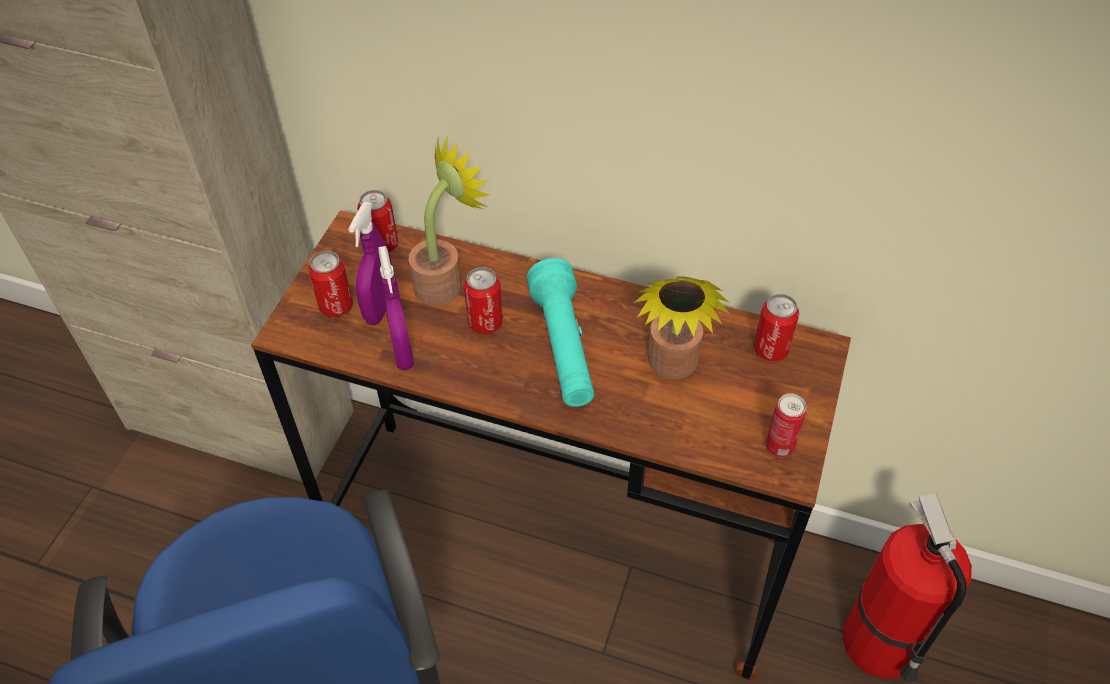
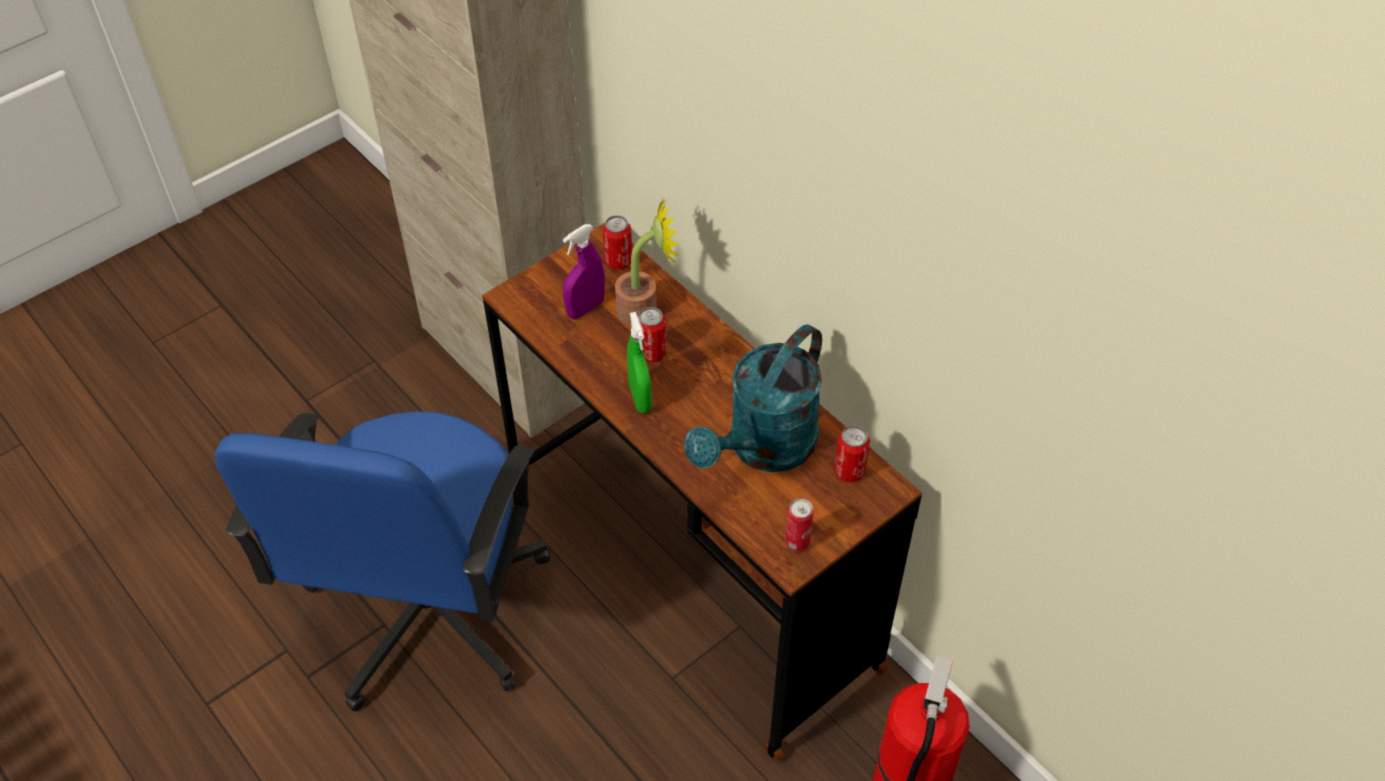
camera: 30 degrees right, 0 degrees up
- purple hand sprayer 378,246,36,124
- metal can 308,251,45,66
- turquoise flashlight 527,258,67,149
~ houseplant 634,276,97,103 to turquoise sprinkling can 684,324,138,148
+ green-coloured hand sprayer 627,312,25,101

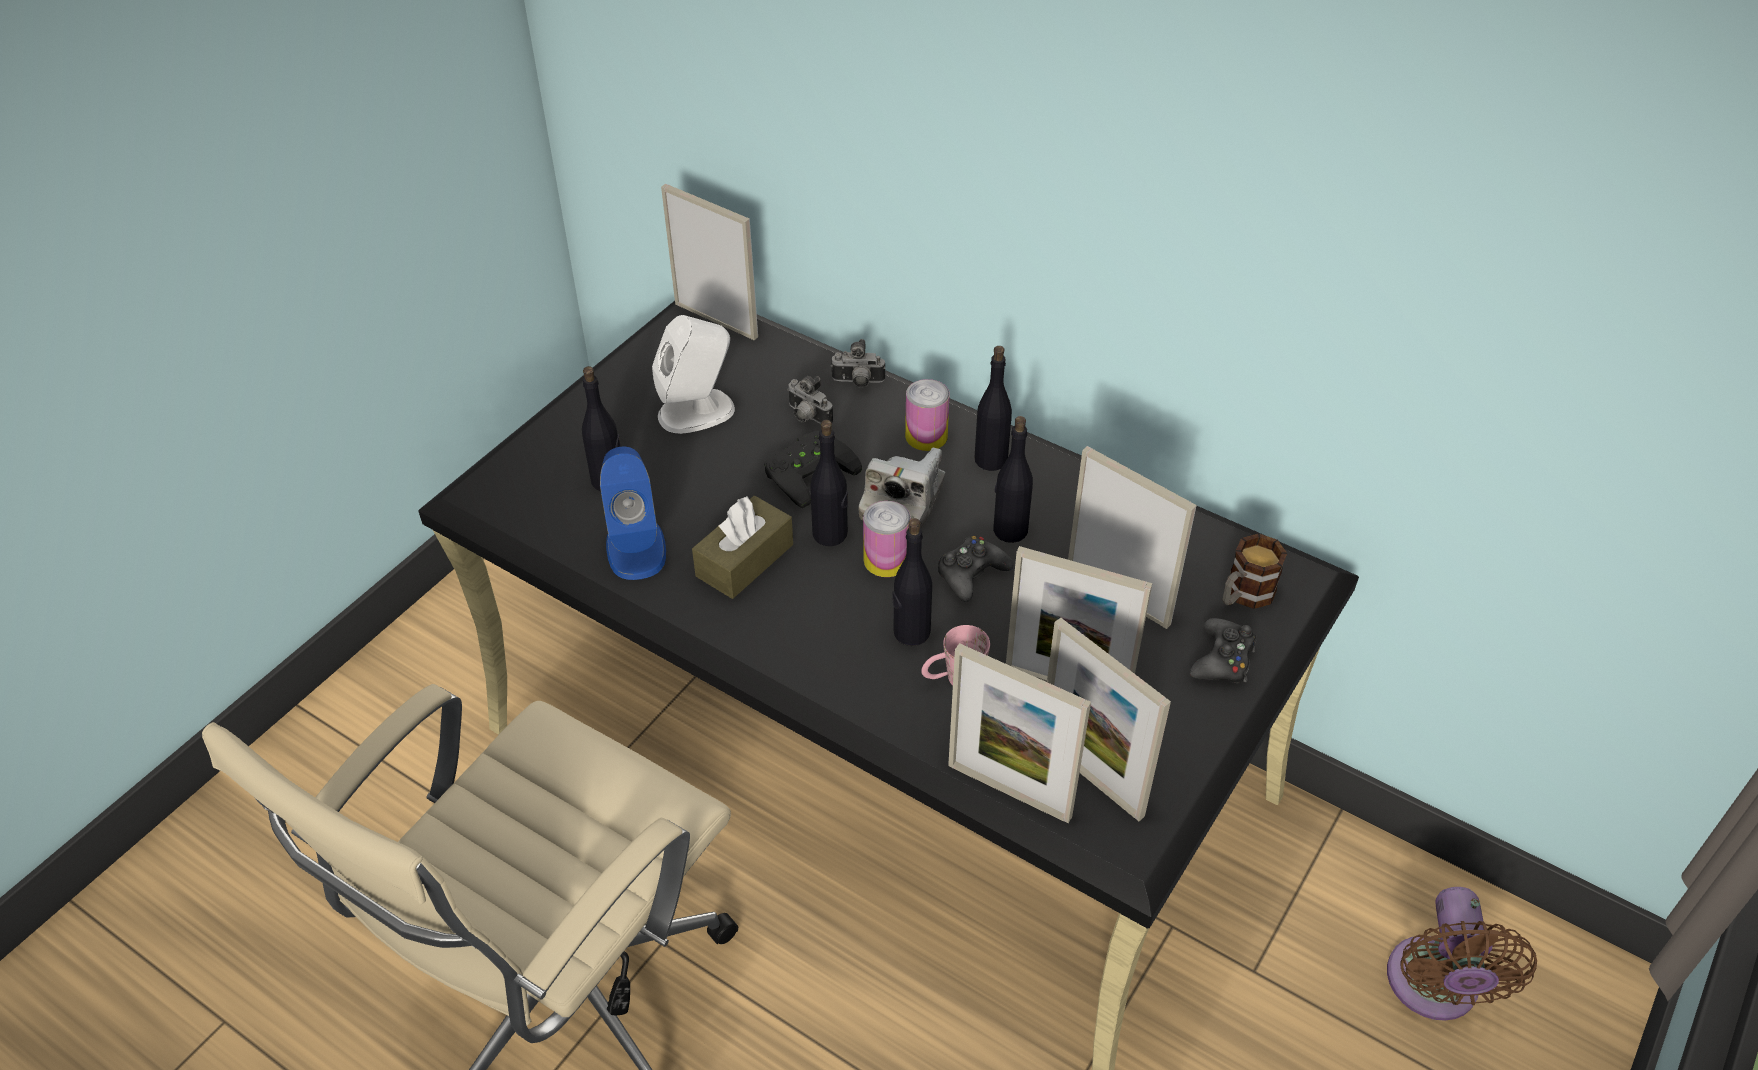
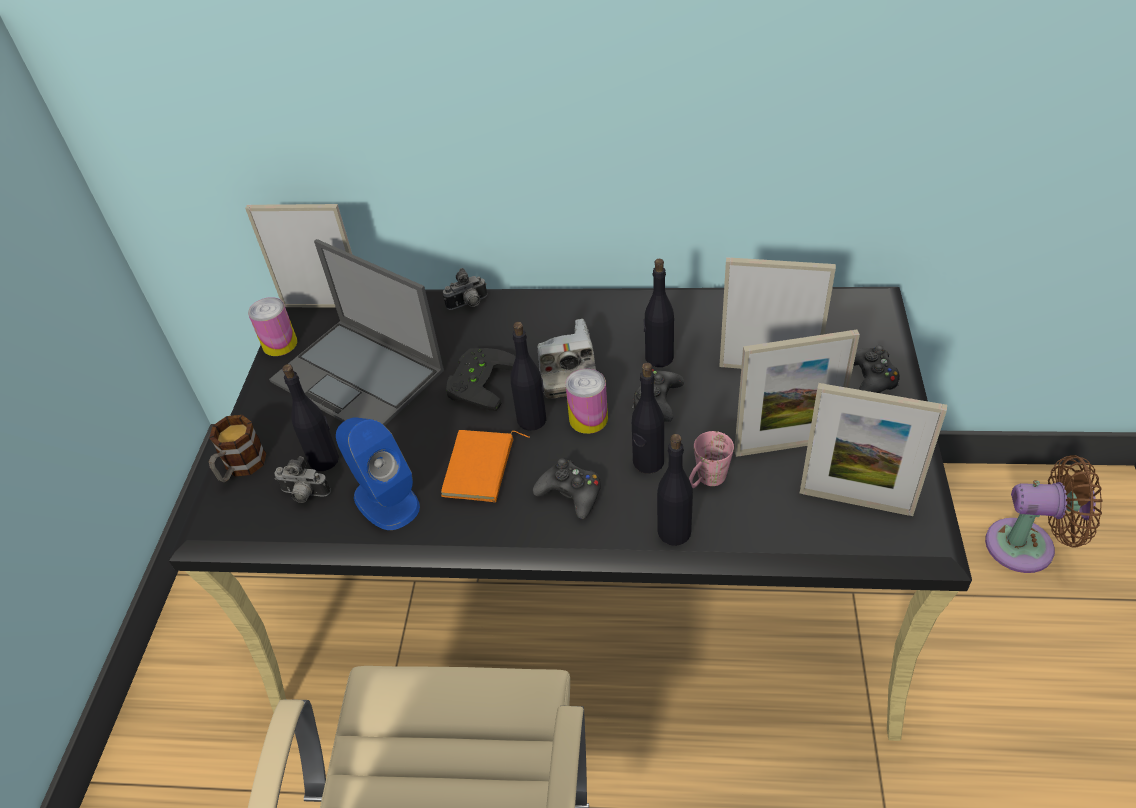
camera: 25 degrees left, 0 degrees up
~ whitish speaker 652,315,83,119 to notebook computer 269,239,175,187
~ black bottle 975,346,37,125 to 657,434,36,112
~ still camera 787,376,46,48 to 274,456,57,47
~ metal can 905,379,45,72 to 248,297,49,59
~ brown-coloured tissue holder 692,496,101,103 to orangey book 441,430,89,72
~ mug 1223,534,64,75 to 209,415,57,67
- standing frame 948,643,143,180
~ brown-coloured cooling fan 1387,887,150,134 = 985,455,118,118 60 degrees counterclockwise
+ black game controller 533,458,68,61

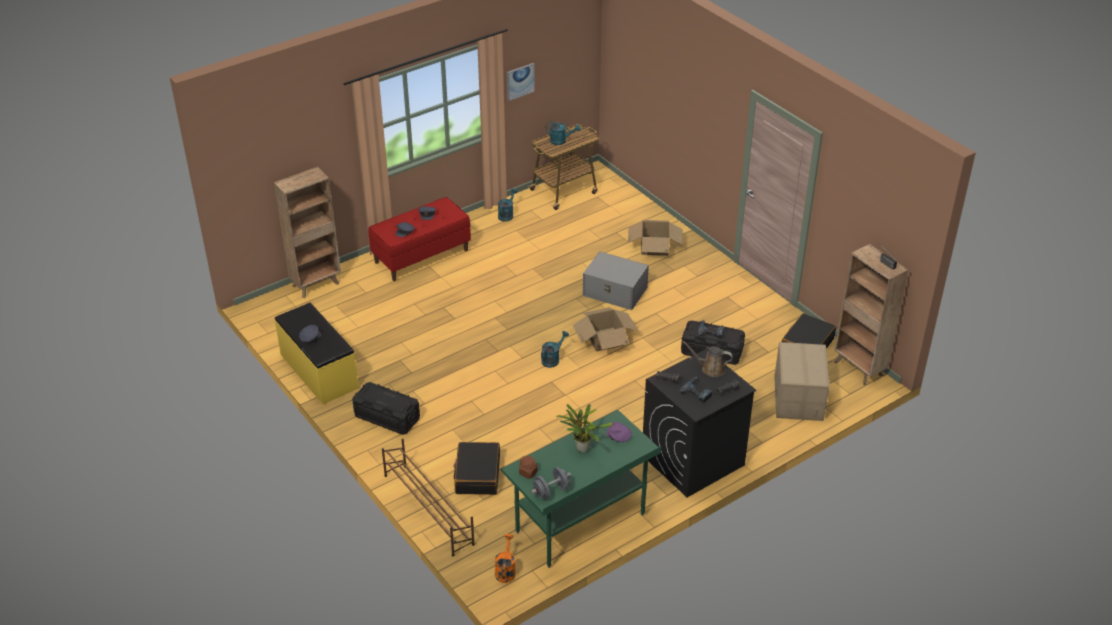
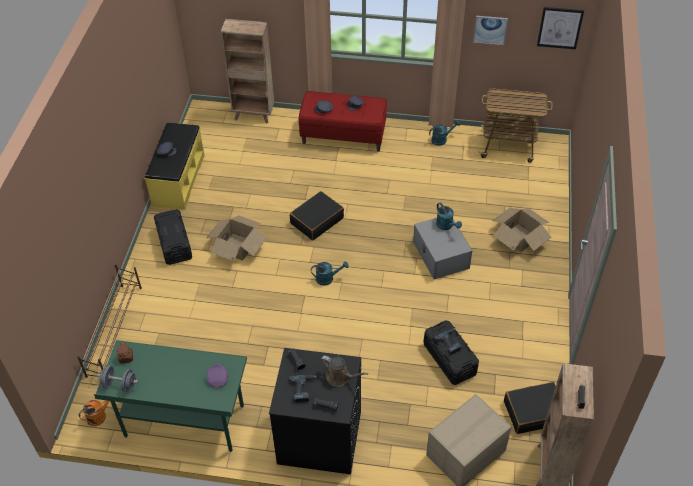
camera: 45 degrees right, 10 degrees up
~ turquoise sprinkling can 546,121,34,24 to 436,203,26,27
~ cardboard box 573,308,65,44 to 206,215,61,46
~ brown-coloured sprinkling can 683,341,50,36 = 321,356,47,31 150 degrees clockwise
- houseplant 556,404,57,49
~ black travel case 453,442,47,53 to 290,191,54,49
+ wall art 537,7,47,42

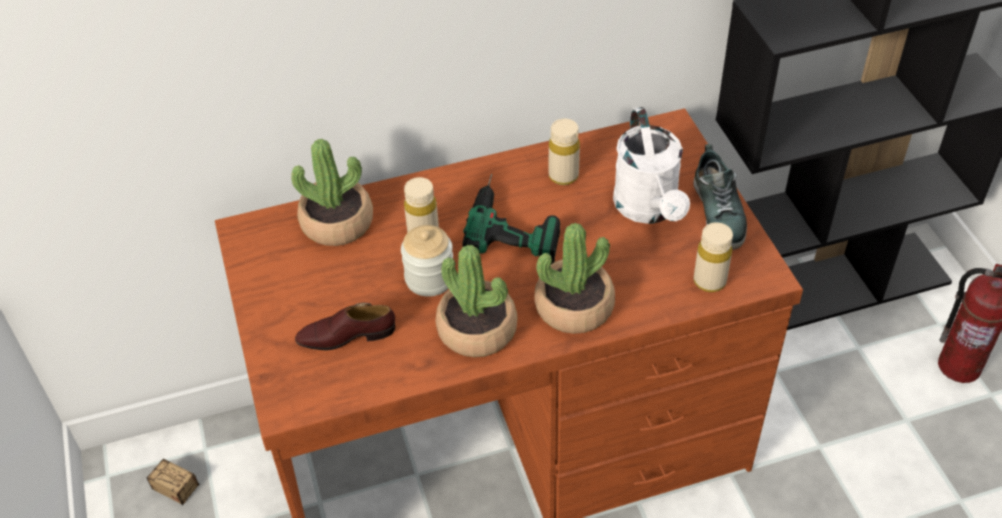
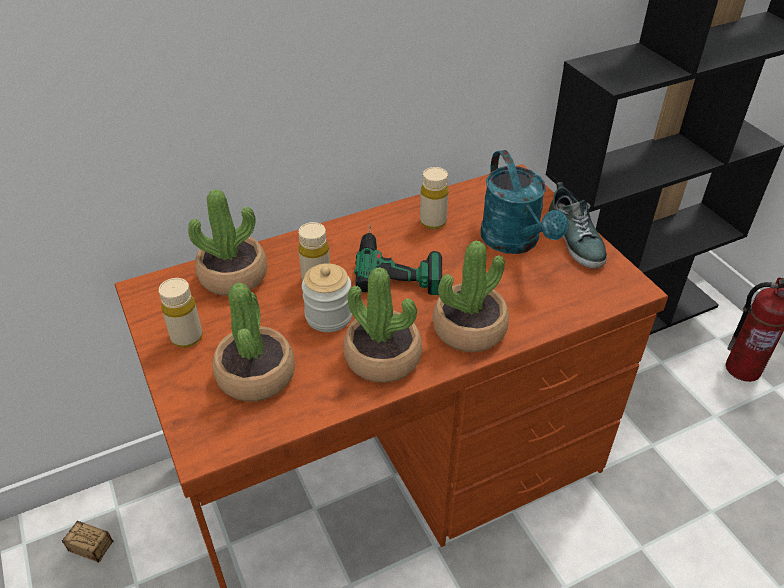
camera: 10 degrees left, 5 degrees down
~ whitish sprinkling can 613,107,77,117 to turquoise sprinkling can 481,150,87,104
~ beige bottle 694,222,39,70 to 159,278,44,70
~ brown-coloured item of footwear 295,303,100,47 to houseplant 213,283,82,119

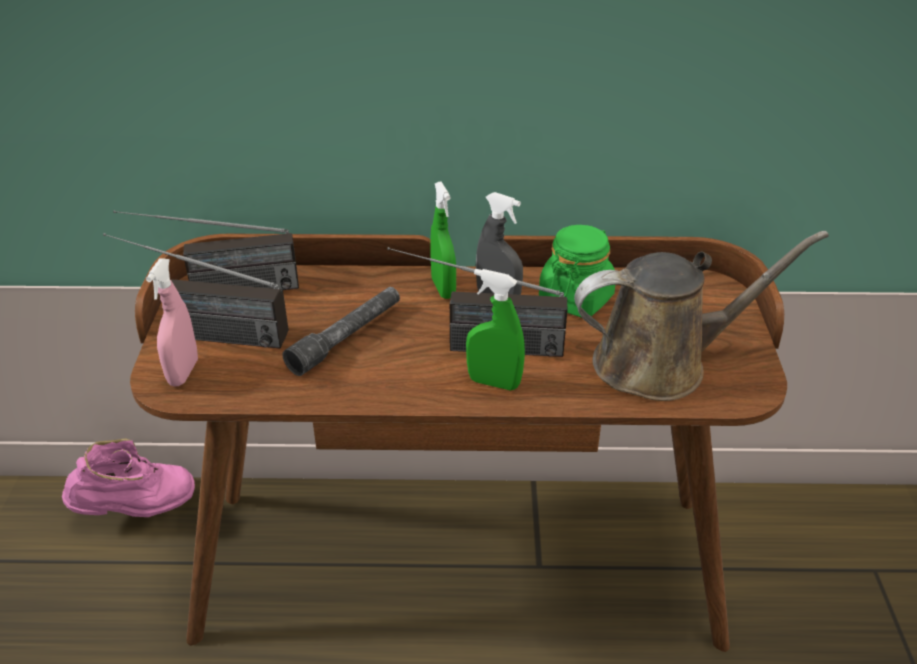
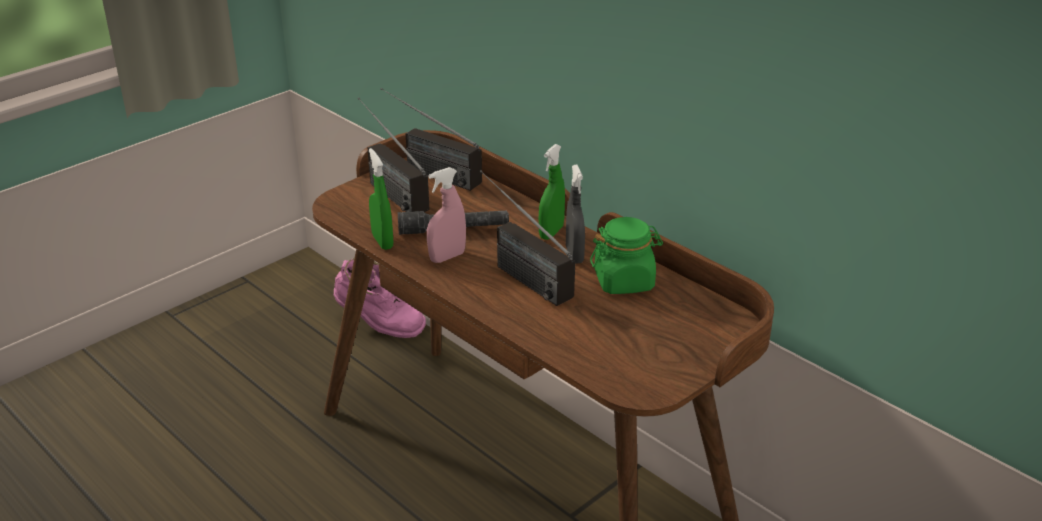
camera: 45 degrees right, 5 degrees down
- brown-coloured sprinkling can 574,231,255,170
~ pink-coloured hand sprayer 146,258,52,128 to 427,167,39,96
~ green-coloured hand sprayer 466,269,59,121 to 369,148,24,102

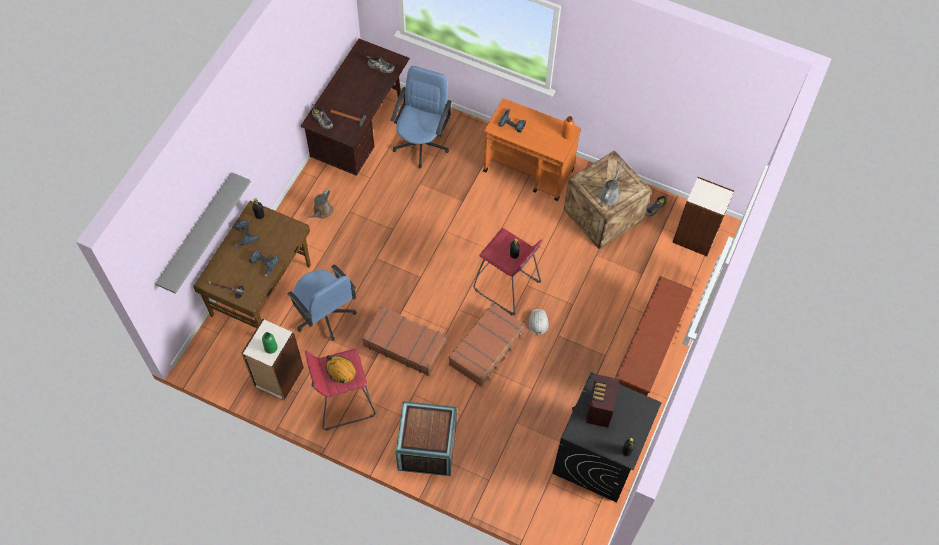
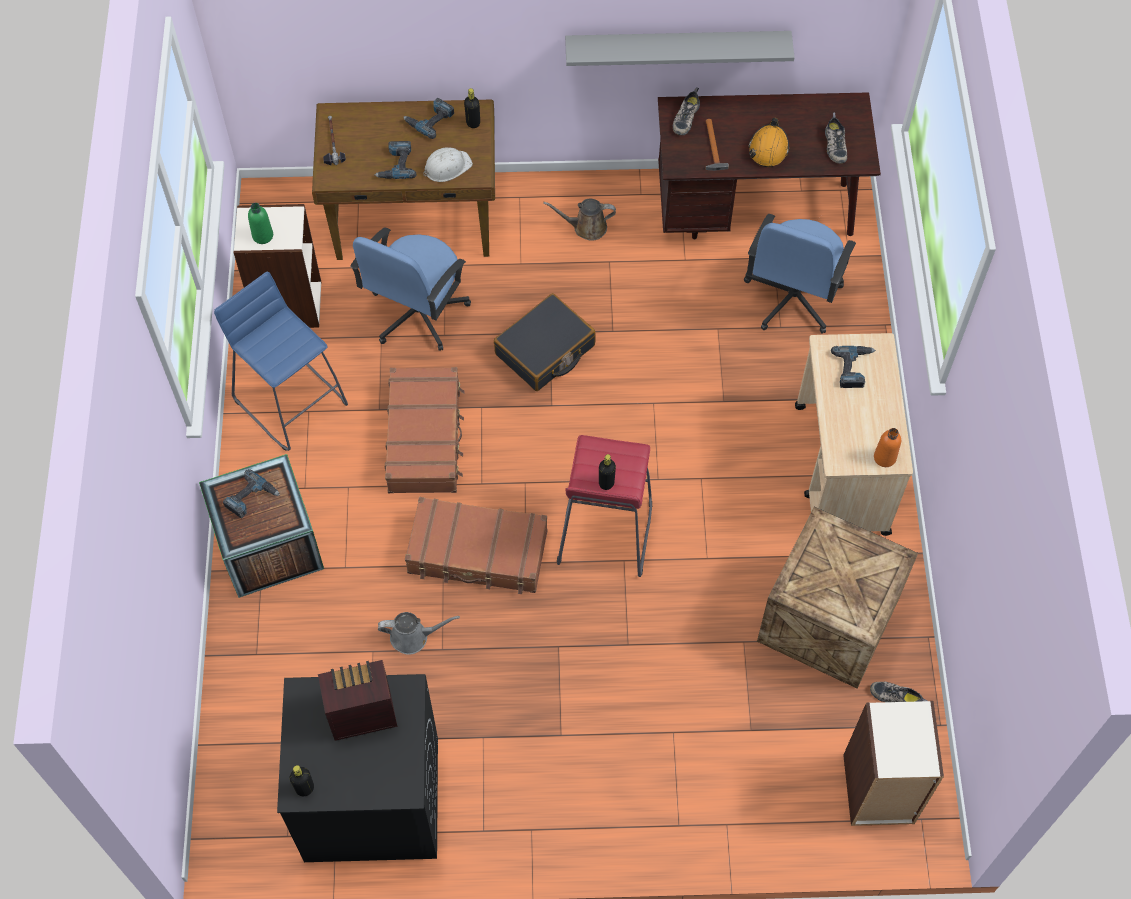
camera: 65 degrees right, 0 degrees up
~ blue-coloured desk chair 391,66,61,103 = 744,214,112,120 120 degrees clockwise
~ orangey trolley 483,98,98,103 to beige trolley 795,333,118,203
~ grey sprinkling can 599,160,24,45 to 378,612,82,43
~ grey shelf 155,172,96,122 to 565,31,230,35
- brown-coloured shoe shelf 615,276,78,120
~ whitish work helmet 528,309,21,27 to 423,147,50,35
~ reddish stool 305,349,71,81 to blue-coloured stool 214,272,134,179
~ orangey work helmet 326,355,30,29 to 748,118,41,49
+ black travel case 494,293,102,98
+ power drill 223,469,57,49

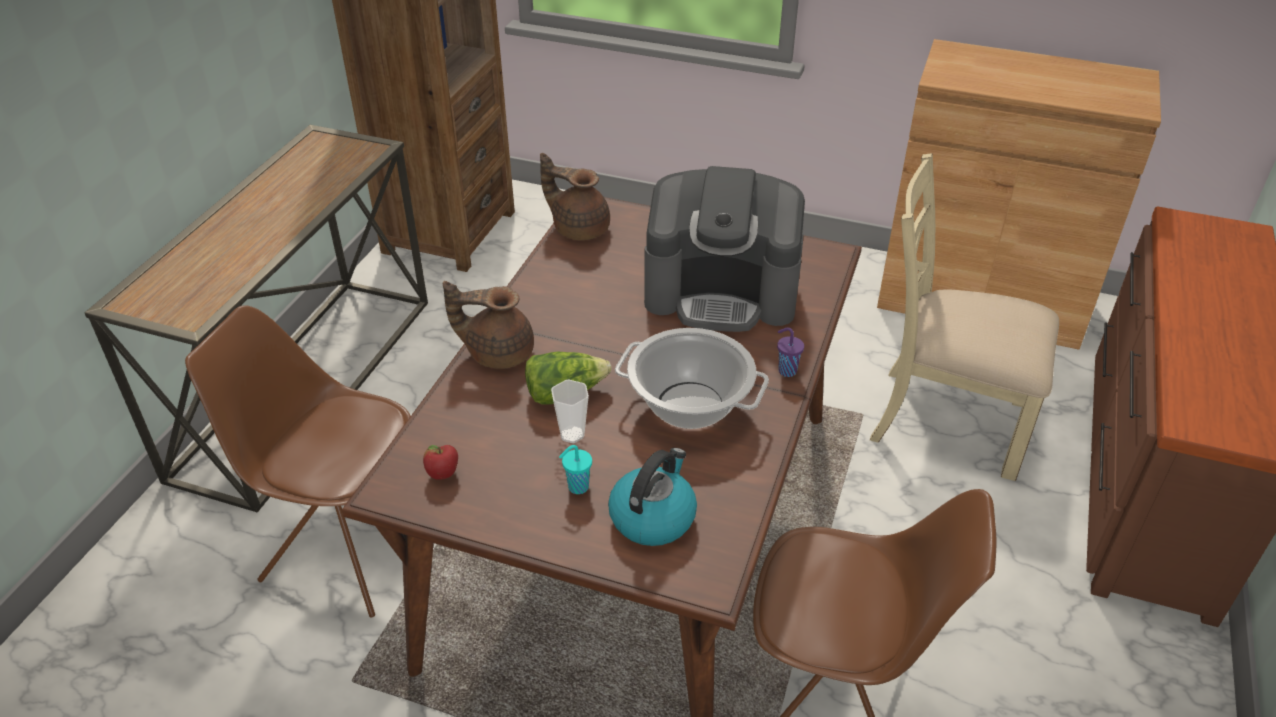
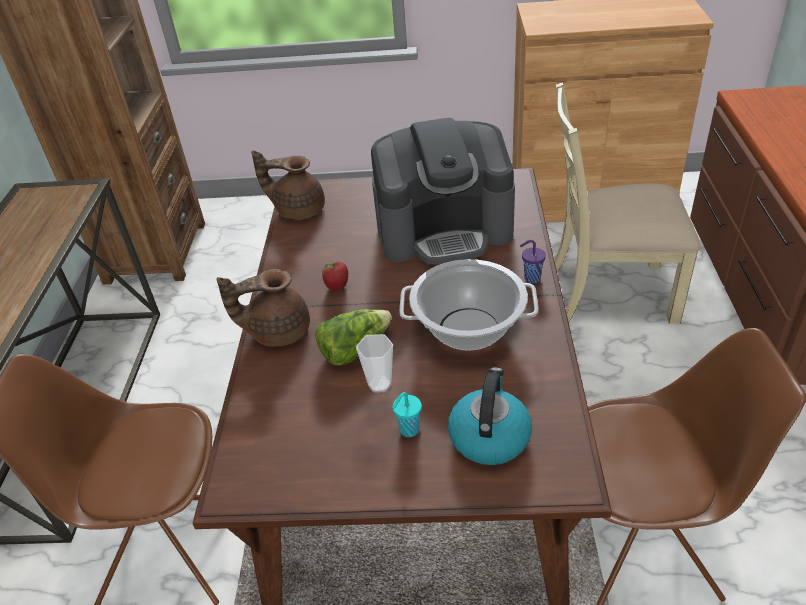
camera: 15 degrees left, 0 degrees up
~ apple 423,445,35,35 to 322,262,26,29

